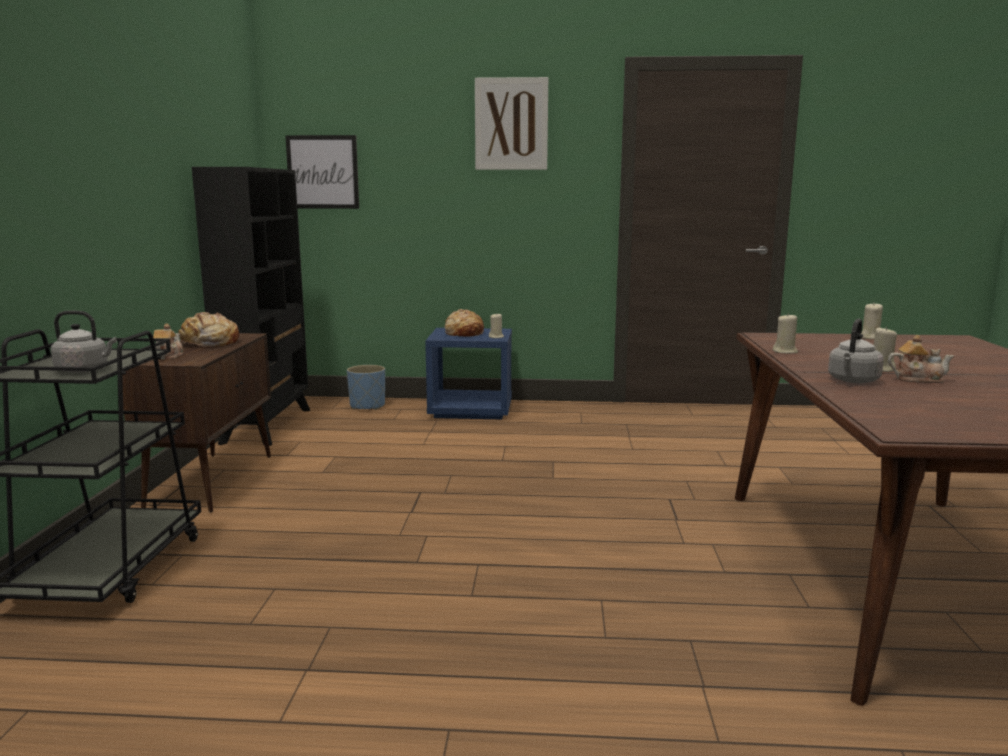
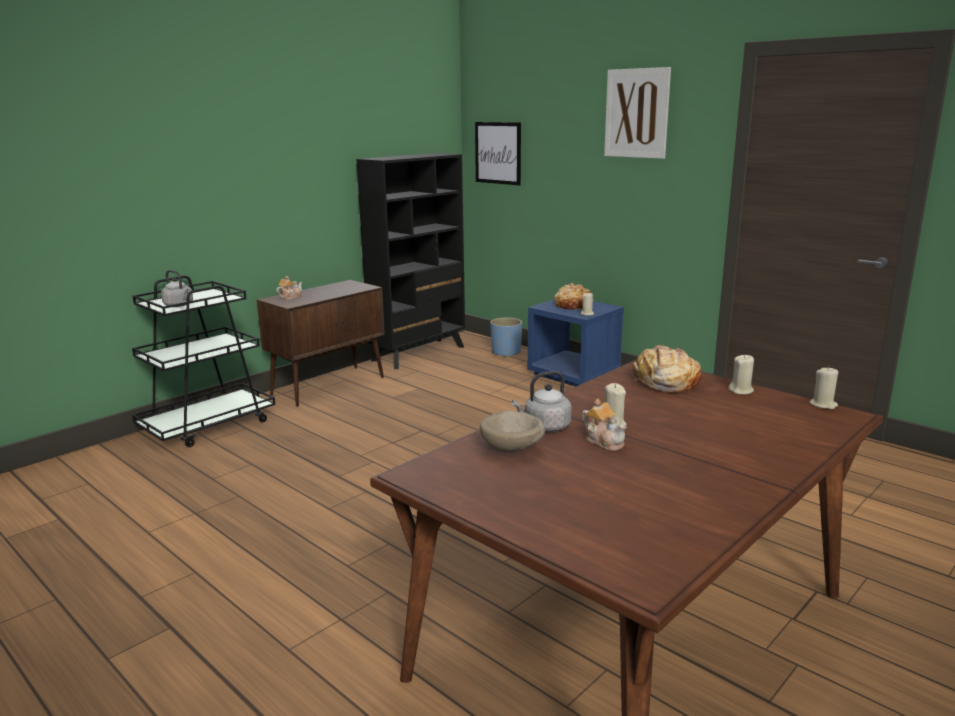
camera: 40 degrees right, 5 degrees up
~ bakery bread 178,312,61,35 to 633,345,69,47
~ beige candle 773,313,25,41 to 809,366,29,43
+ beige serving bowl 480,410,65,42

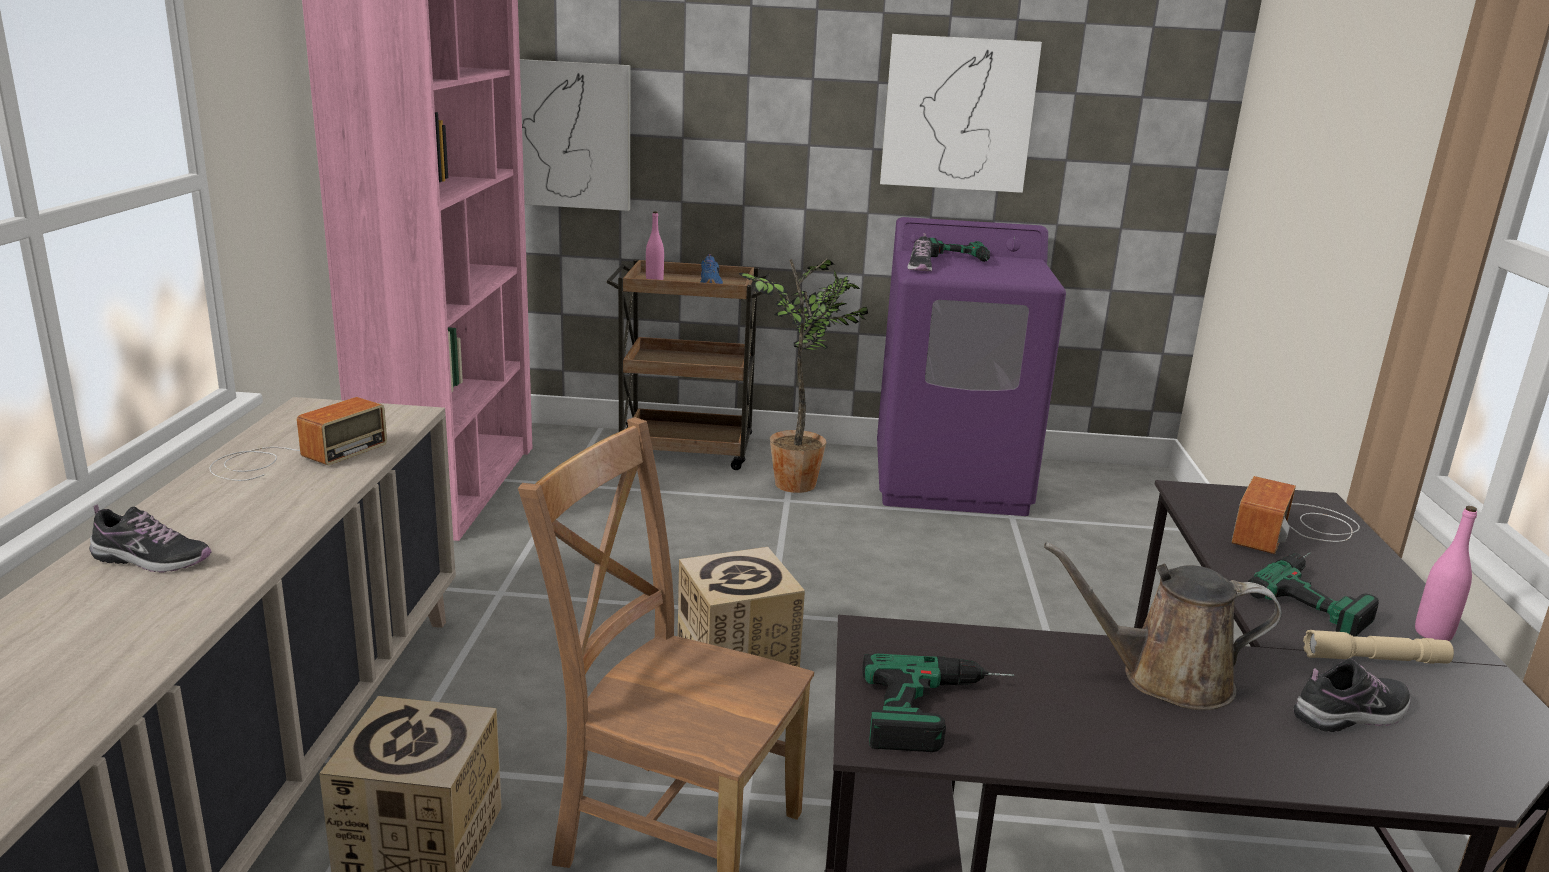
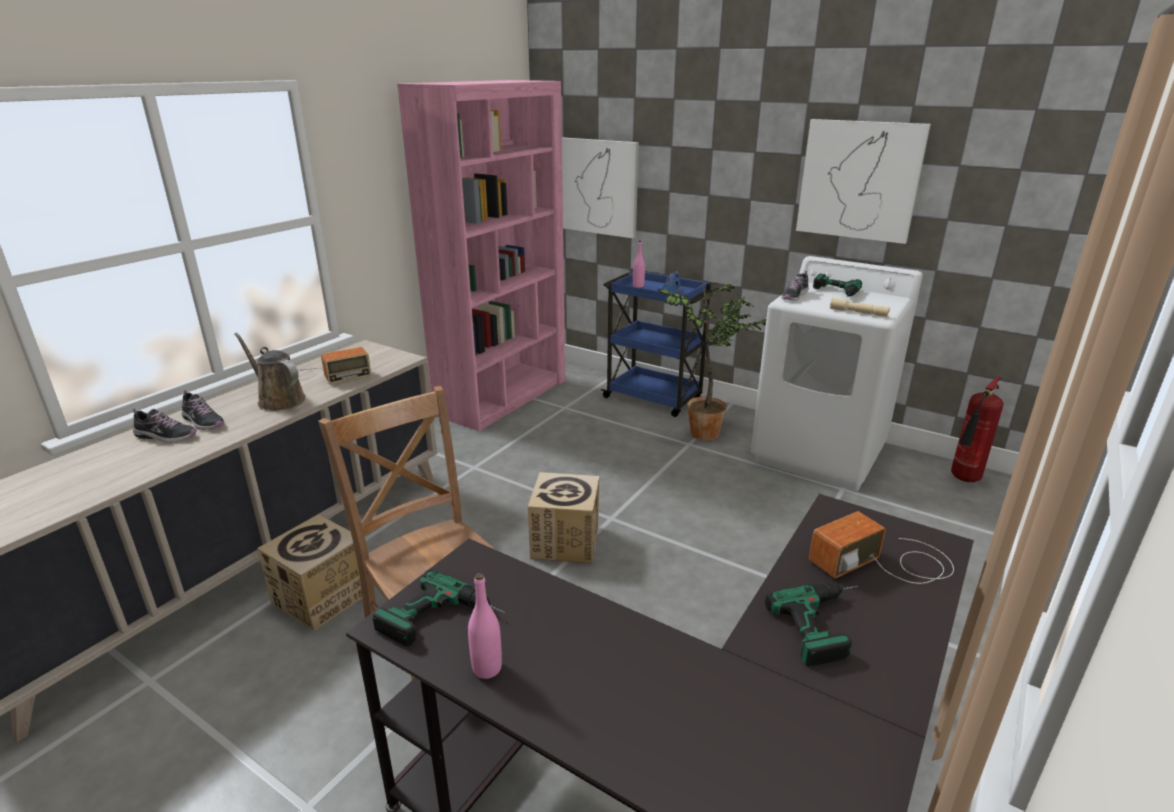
camera: 30 degrees right, 5 degrees up
~ purple laundry appliance 877,217,189,299 to whitish laundry appliance 751,256,172,235
~ brown-coloured trolley 606,259,165,211 to blue-coloured trolley 601,272,116,145
~ pink-coloured bottle 1415,506,62,135 to 468,573,34,106
~ brown-coloured sprinkling can 1044,542,238,168 to 234,332,71,79
~ beige flashlight 1303,630,151,34 to 830,298,60,19
~ item of footwear 1294,659,116,73 to 133,408,64,35
+ fire extinguisher 951,377,53,105

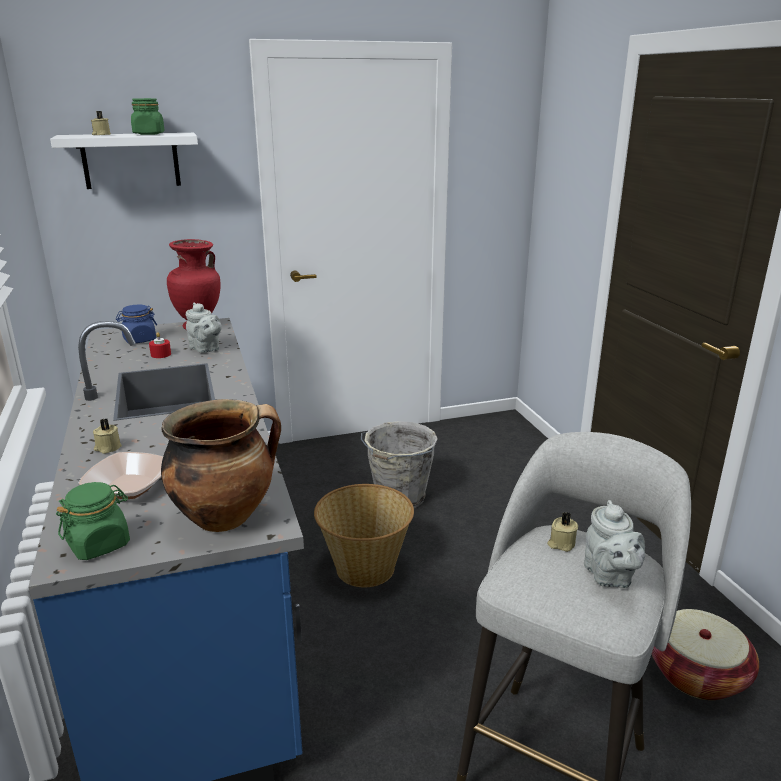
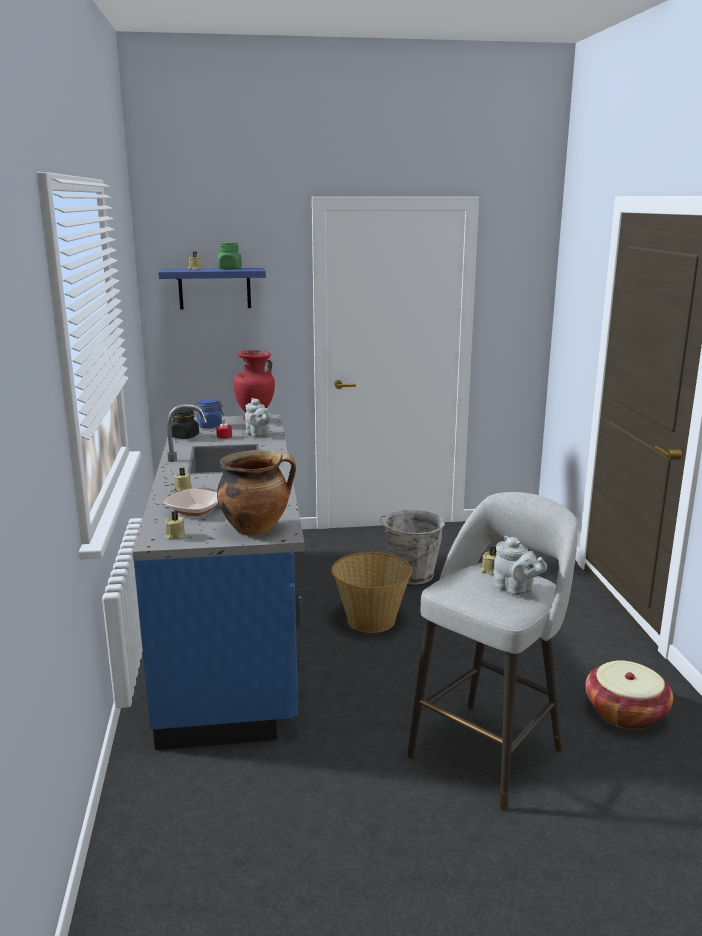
camera: 10 degrees right, 5 degrees down
~ whitish shelf 50,133,148,56 to blue-coloured shelf 158,268,108,42
~ green-coloured jar 56,482,74,78 to beige candle 165,511,20,29
~ grey pot for tea 584,500,61,88 = 494,535,53,60 45 degrees counterclockwise
+ black jar 172,409,27,30

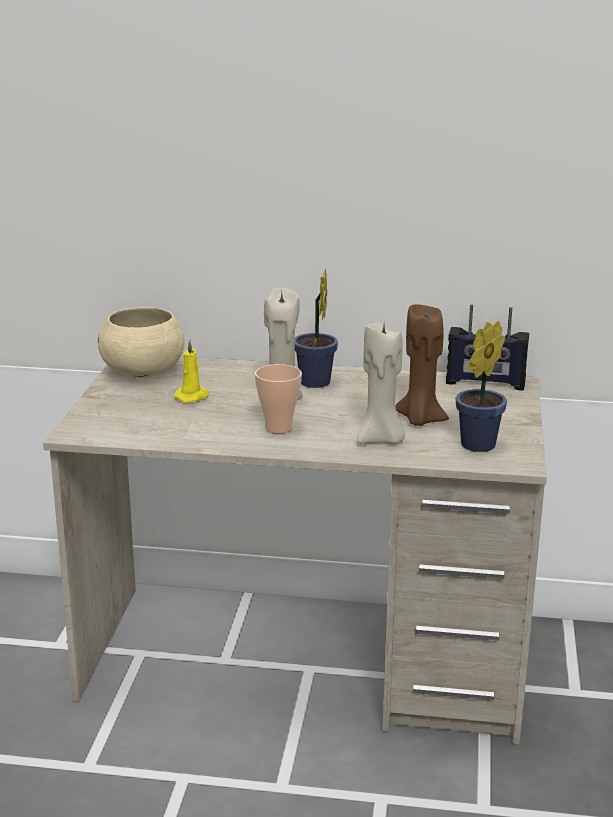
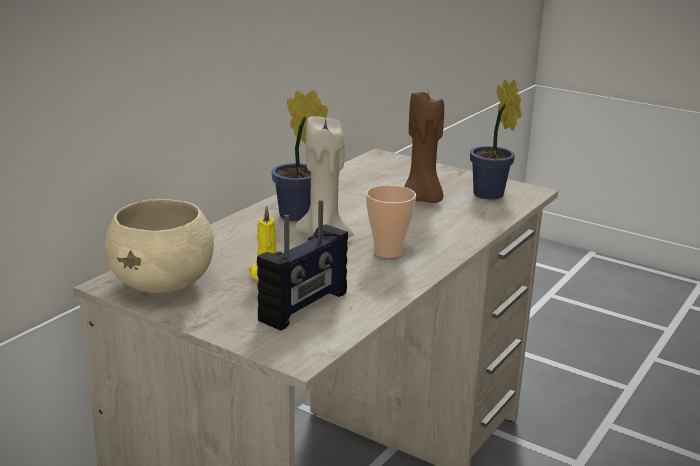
camera: 65 degrees left, 0 degrees up
~ radio receiver 446,304,83,86 to 257,200,91,131
- beige candle 357,323,48,121

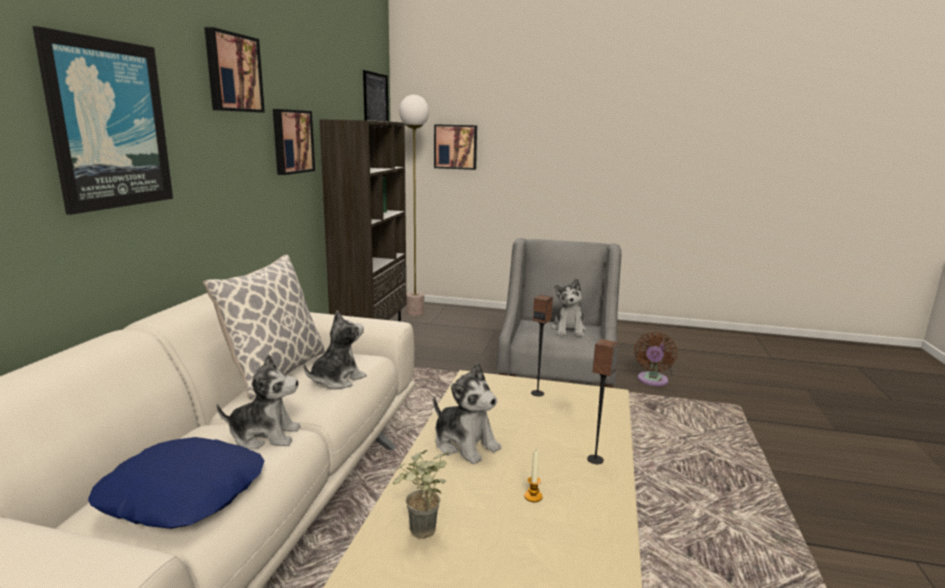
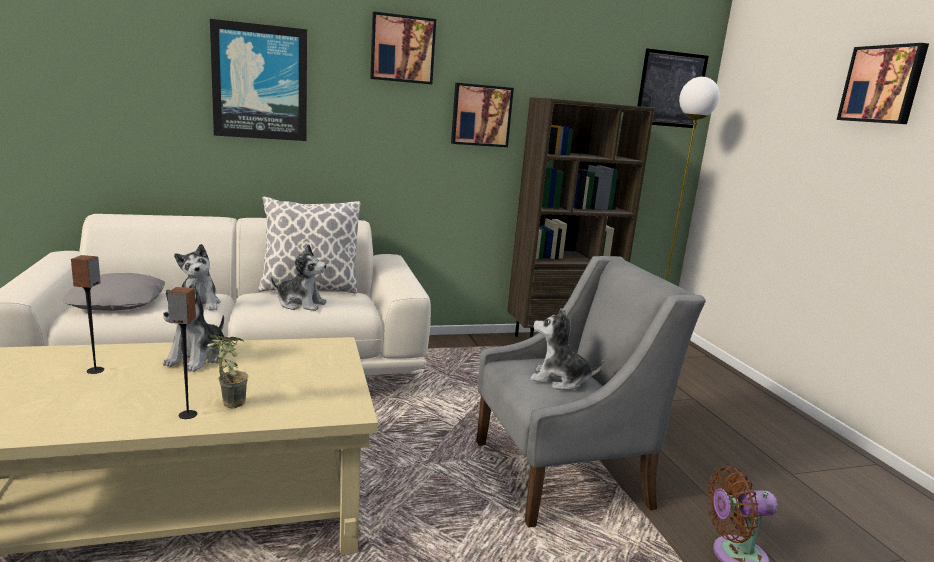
camera: 60 degrees right, 0 degrees up
~ wall art 434,124,43,46 to 837,43,92,81
~ plush toy 551,278,35,59 = 530,309,74,81 45 degrees clockwise
~ speaker 531,295,22,101 to 71,255,33,119
~ blue-coloured cushion 88,437,177,92 to grey cushion 62,273,104,38
~ houseplant 393,450,57,89 to 207,335,42,73
- candle 524,450,18,52

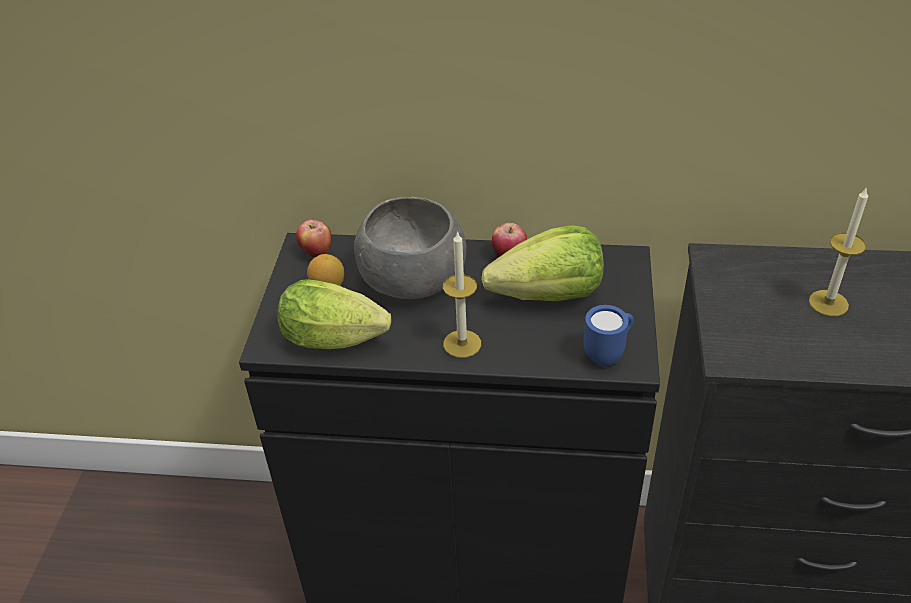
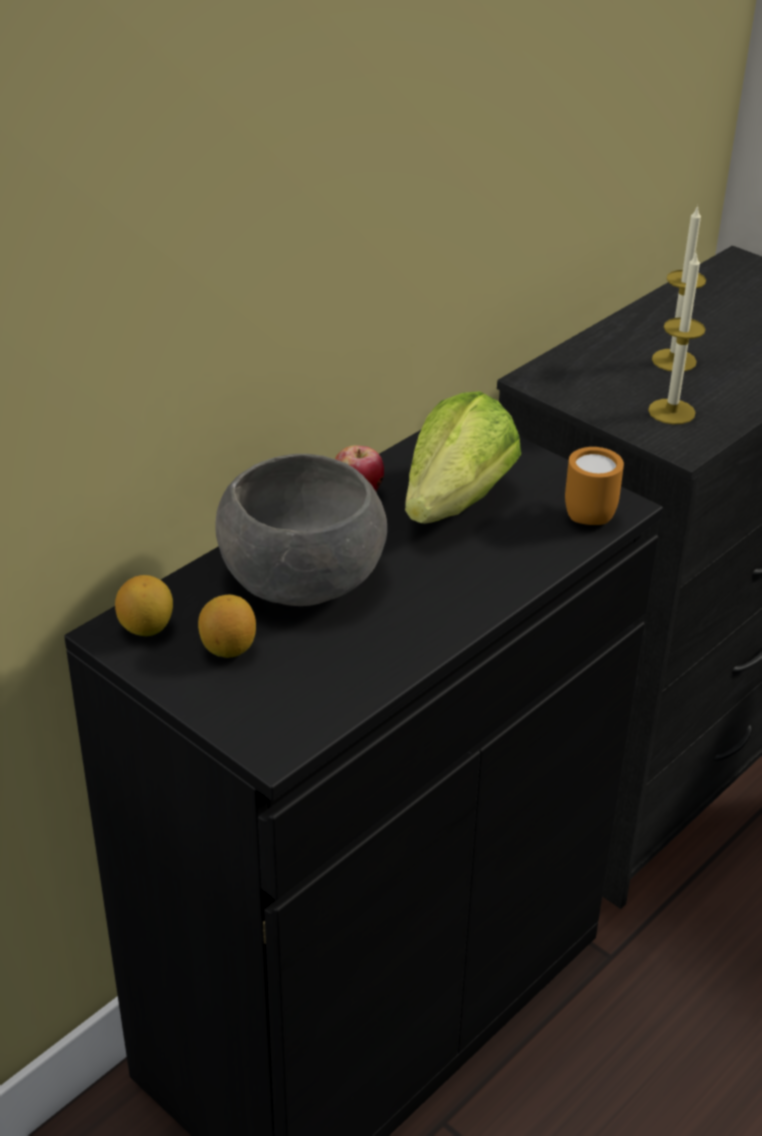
camera: 55 degrees left, 5 degrees down
~ apple 296,220,36,39 to lemon 115,575,58,61
~ candle 443,231,38,127 to 648,251,58,173
- head of lettuce 277,279,114,70
~ blue-coloured mug 584,305,50,62 to orangey mug 565,447,59,78

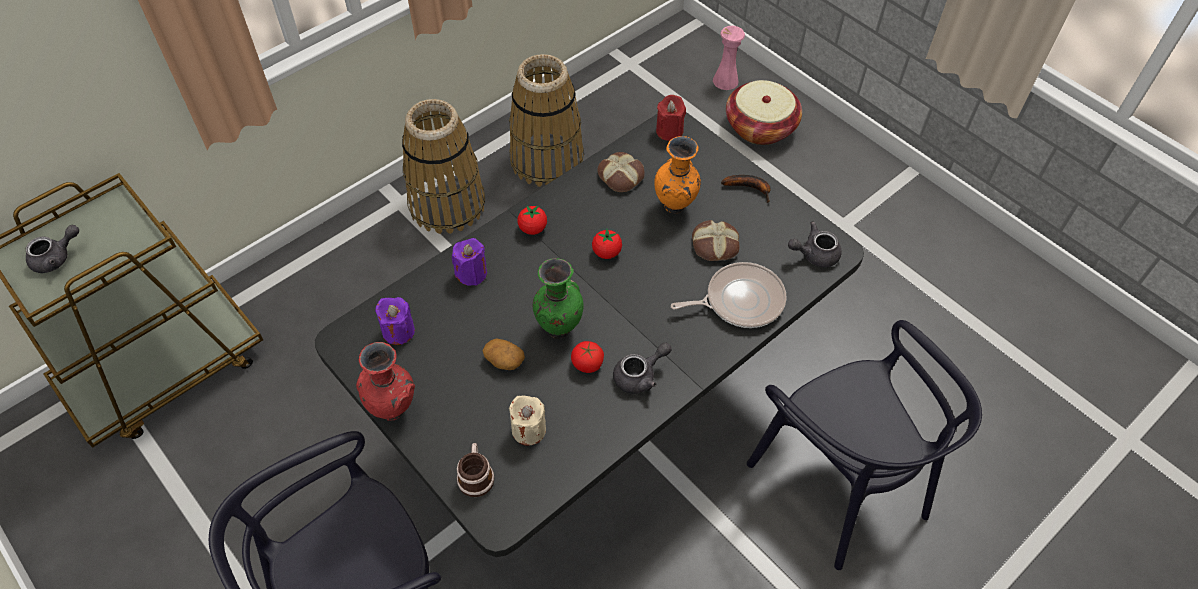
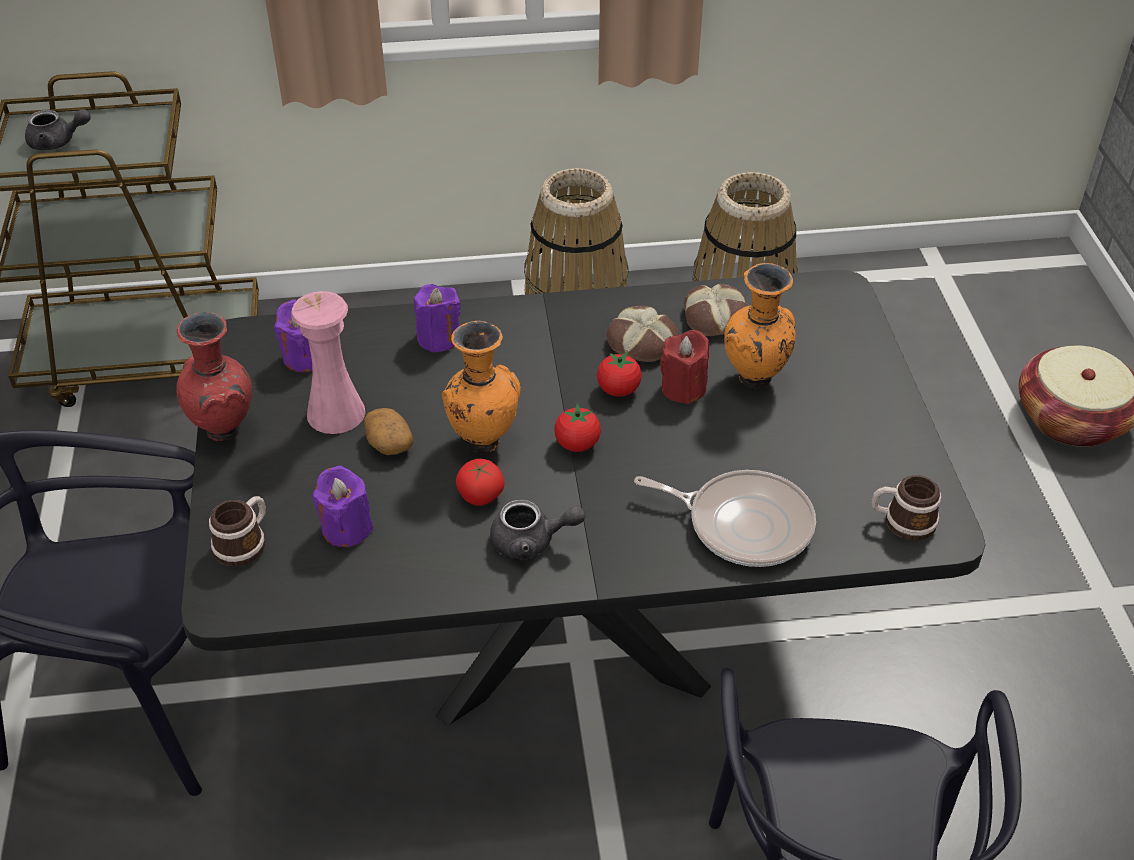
camera: 35 degrees right, 10 degrees down
~ pink-coloured decorative vase 713,26,32,64 to 291,291,74,143
~ reddish candle 656,95,30,46 to 660,330,49,74
- banana 721,175,50,28
~ tomato 518,205,29,30 to 554,404,47,48
~ bakery bread 692,220,47,41 to 606,305,73,57
~ grey pot for tea 788,221,54,46 to mug 871,475,70,65
~ green-coloured decorative vase 533,258,50,81 to orangey decorative vase 442,321,79,132
~ beige candle 509,395,37,51 to purple candle 312,466,61,81

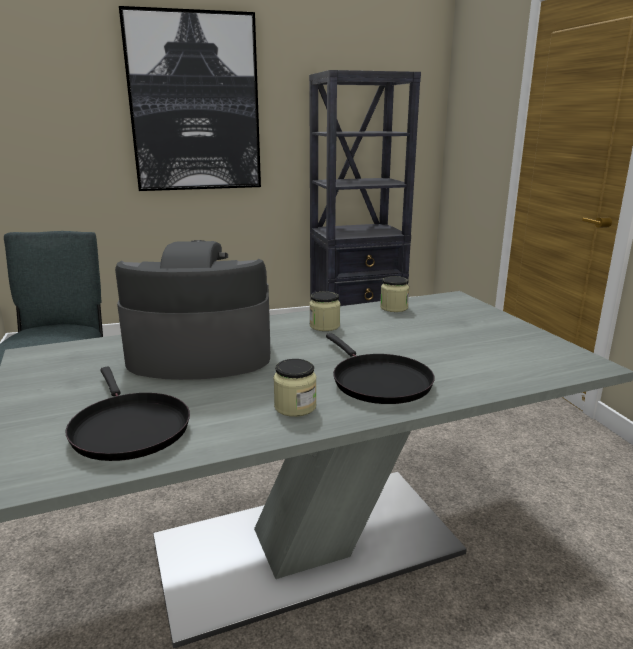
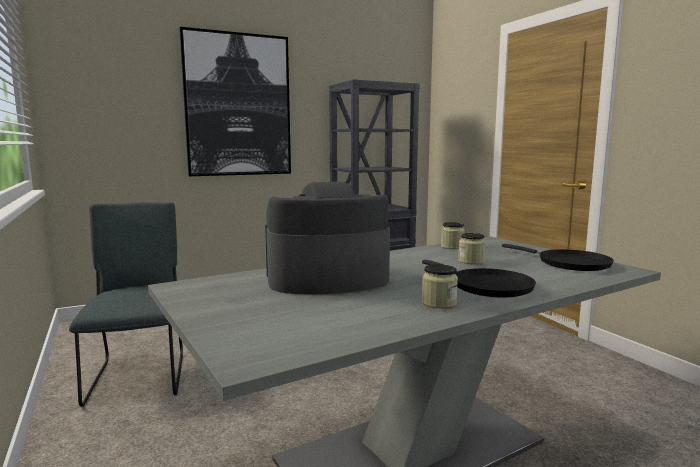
camera: 10 degrees left, 10 degrees down
~ jar 309,291,31,40 to 458,233,28,31
~ black skillet 66,367,124,94 to 502,244,112,27

